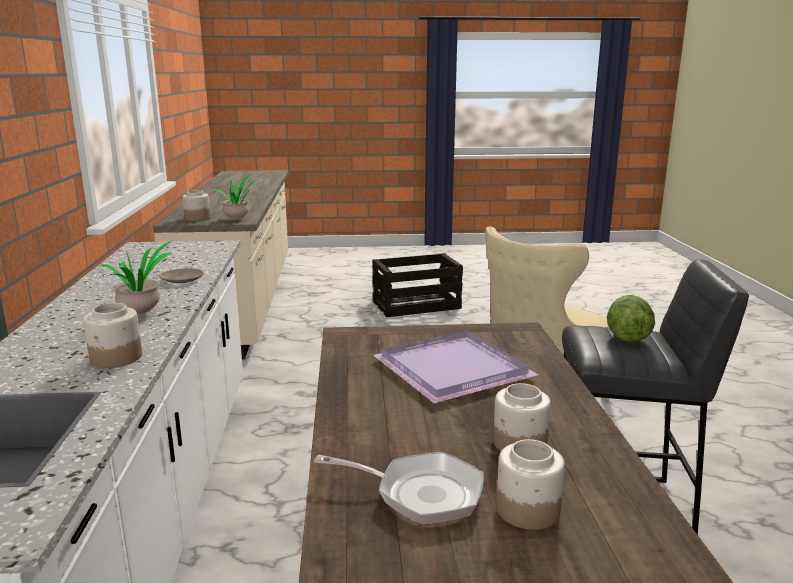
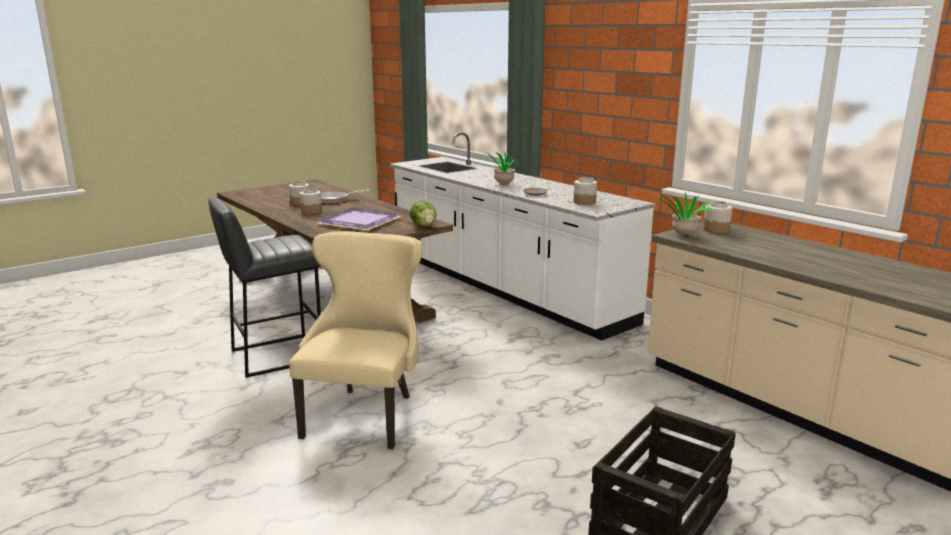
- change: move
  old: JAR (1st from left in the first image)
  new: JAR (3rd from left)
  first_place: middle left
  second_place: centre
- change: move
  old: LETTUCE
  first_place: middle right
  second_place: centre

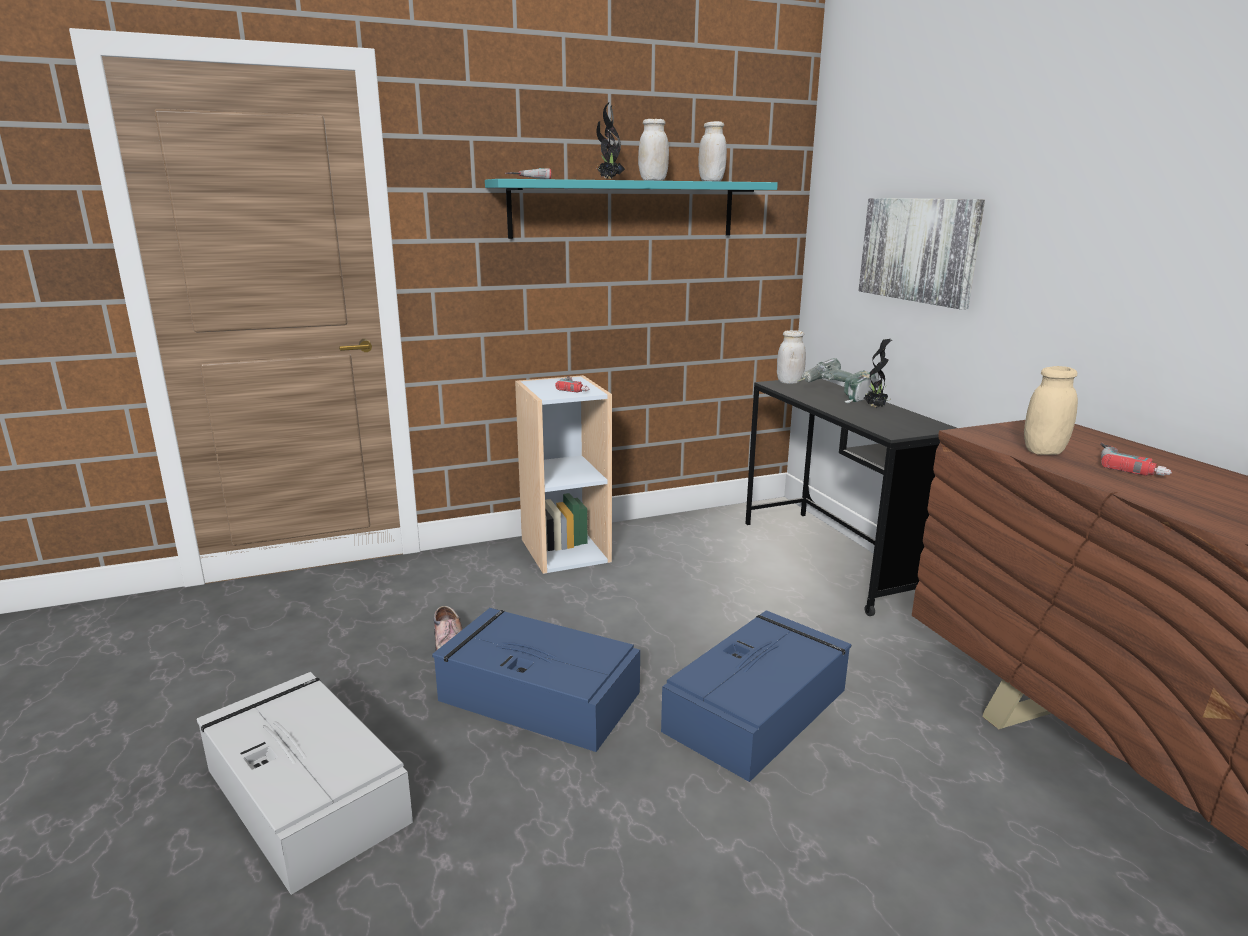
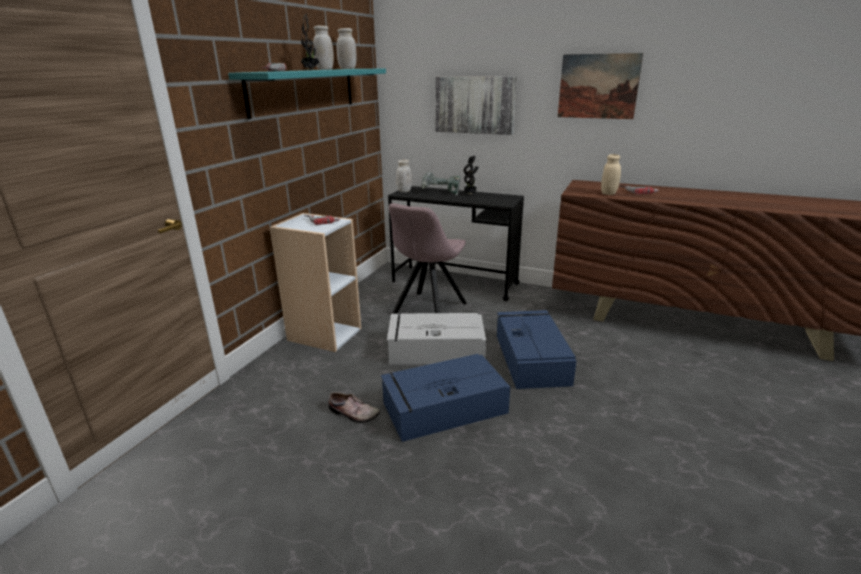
- change: move
  old: GREY STORAGE BOX
  first_place: bottom left
  second_place: centre
- change: insert
  new: PINK CHAIR
  second_place: centre
- change: insert
  new: PICTURE (2nd from left)
  second_place: top right

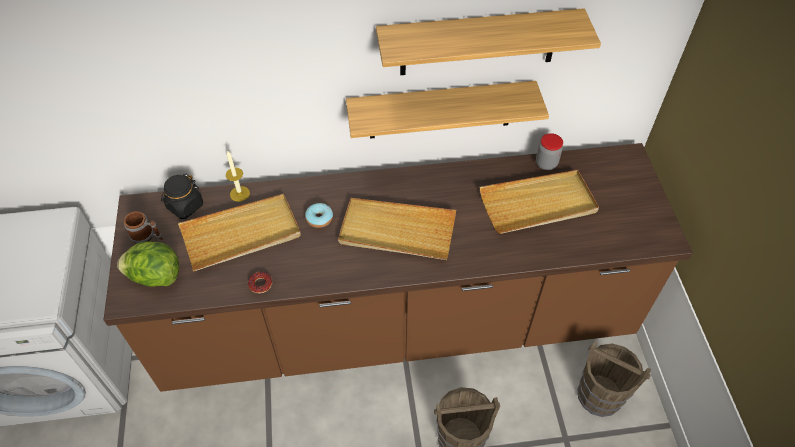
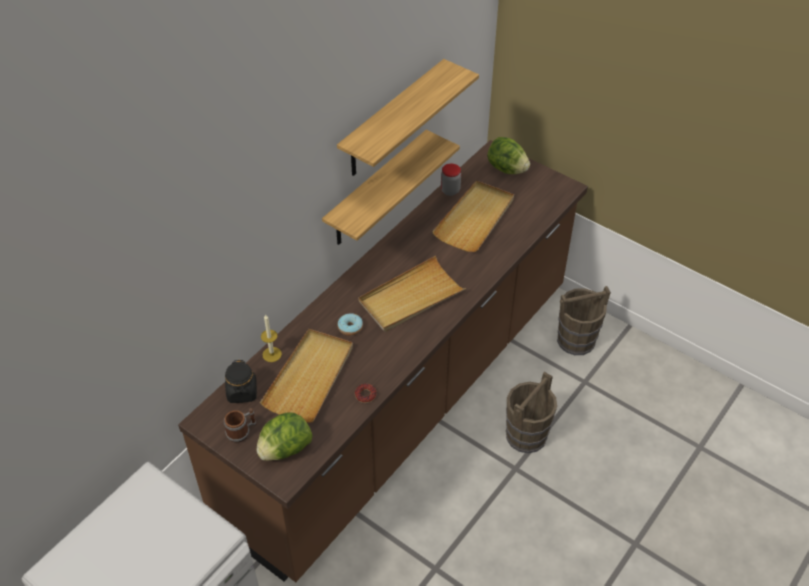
- change: insert
  new: LETTUCE (2nd from left)
  second_place: top centre

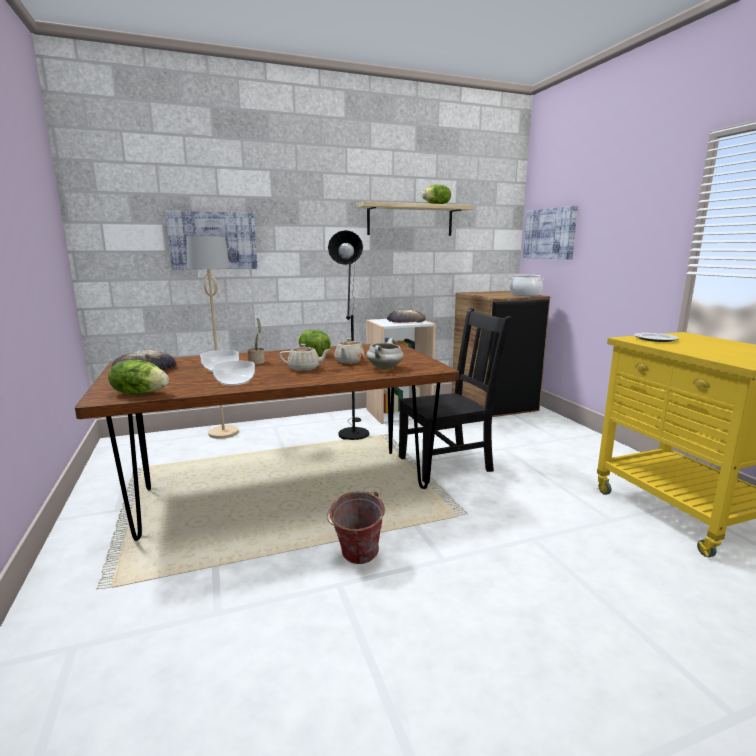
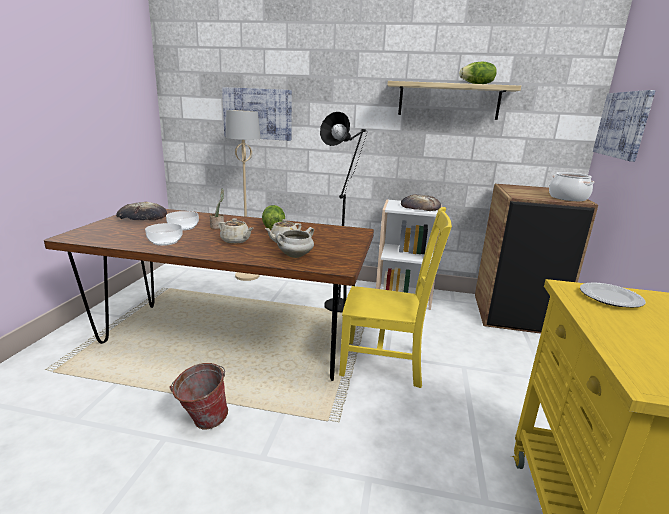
- change: delete
  old: LETTUCE (1st from left)
  first_place: middle left
- change: recolor
  old: BLACK CHAIR
  new: YELLOW CHAIR
  first_place: centre
  second_place: centre

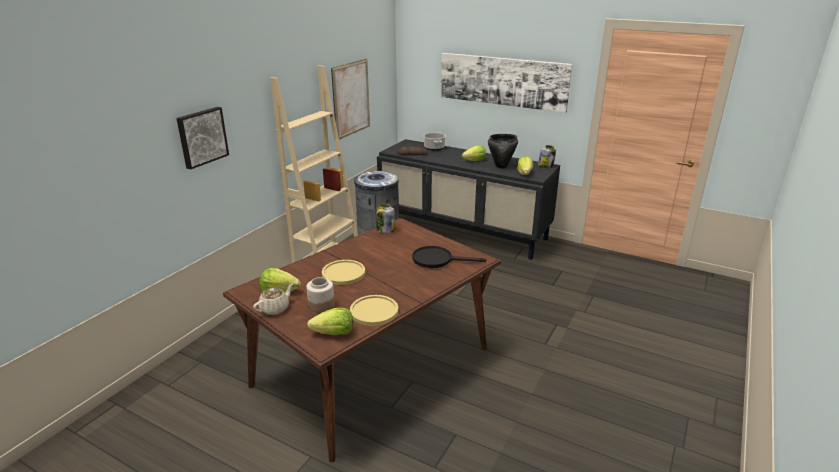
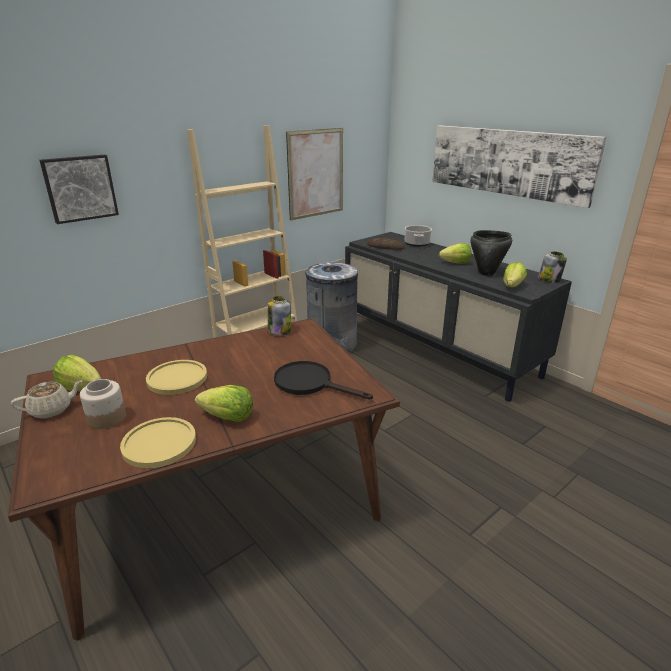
- change: move
  old: LETTUCE (2nd from left)
  first_place: bottom centre
  second_place: centre

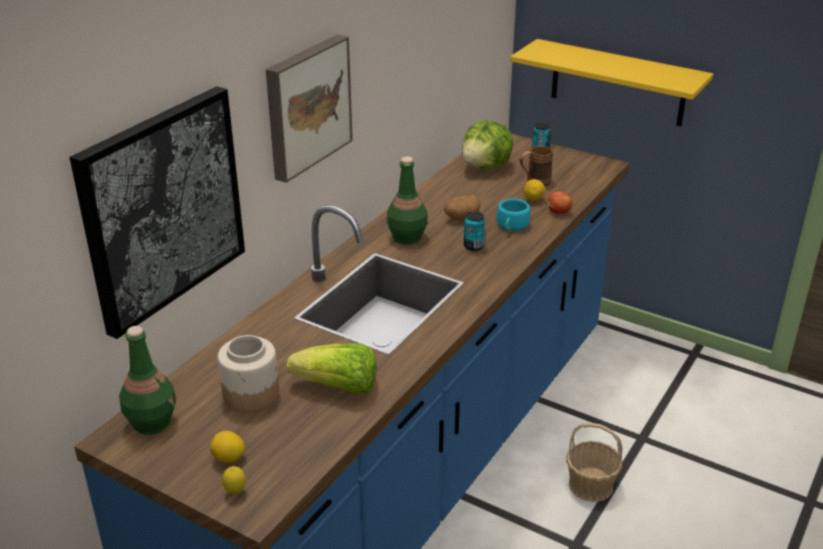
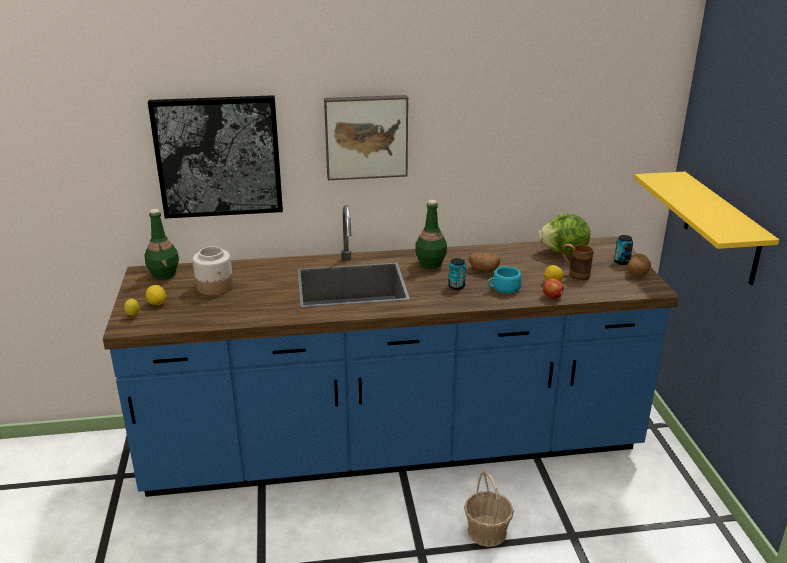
- change: delete
  old: LETTUCE (1st from left)
  first_place: bottom centre
- change: insert
  new: POTATO (2nd from left)
  second_place: middle right

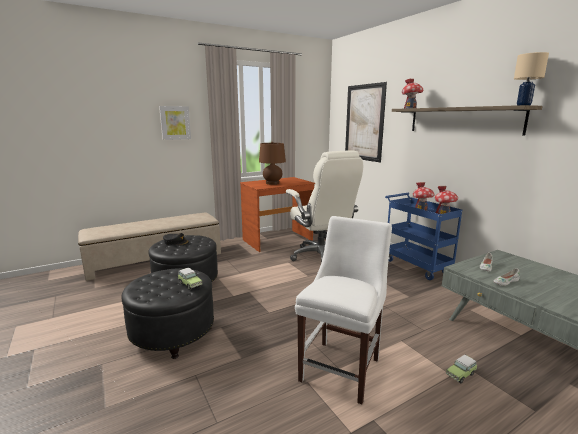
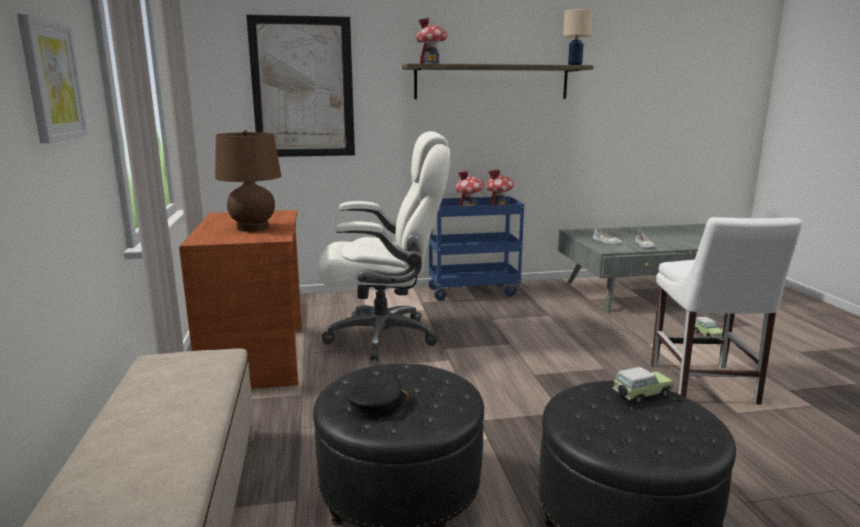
- change: rotate
  old: WHITE CHAIR
  first_place: bottom centre
  second_place: middle right
  degrees: -135

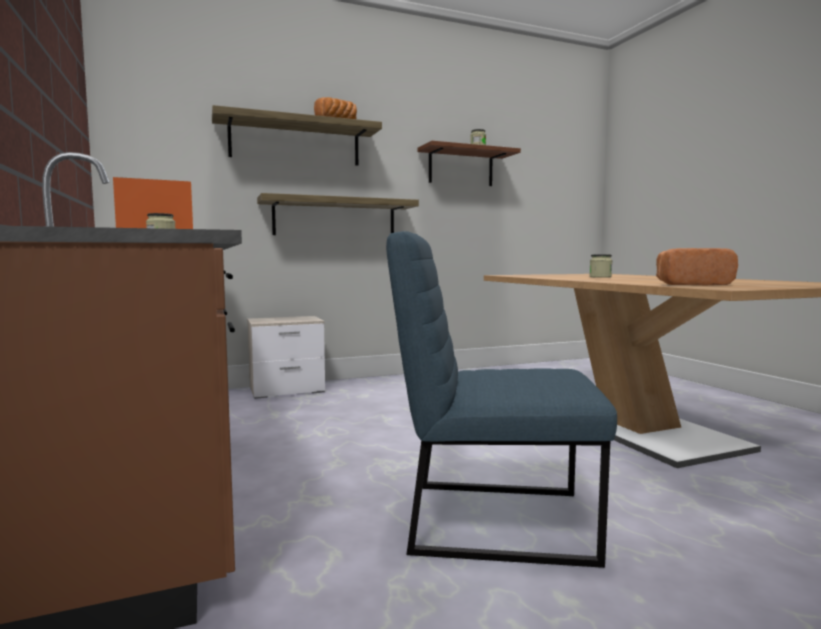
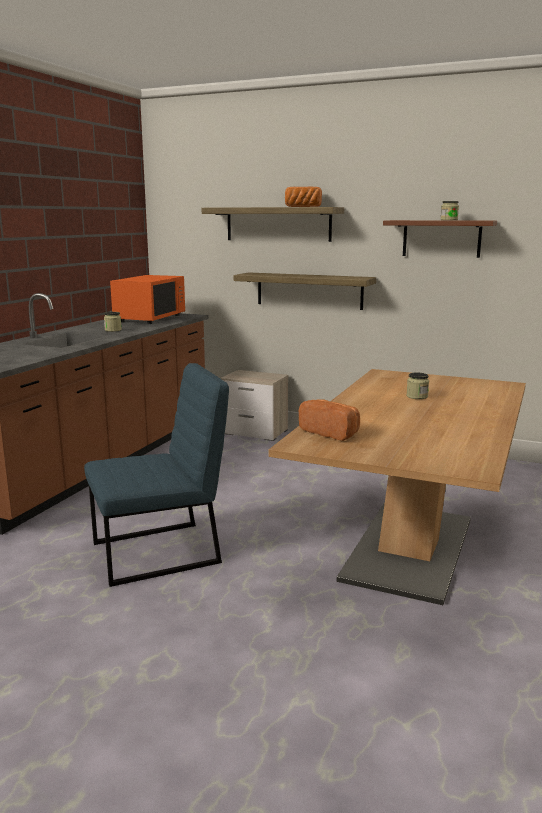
- change: rotate
  old: BLUE CHAIR
  first_place: centre
  second_place: middle left
  degrees: 105

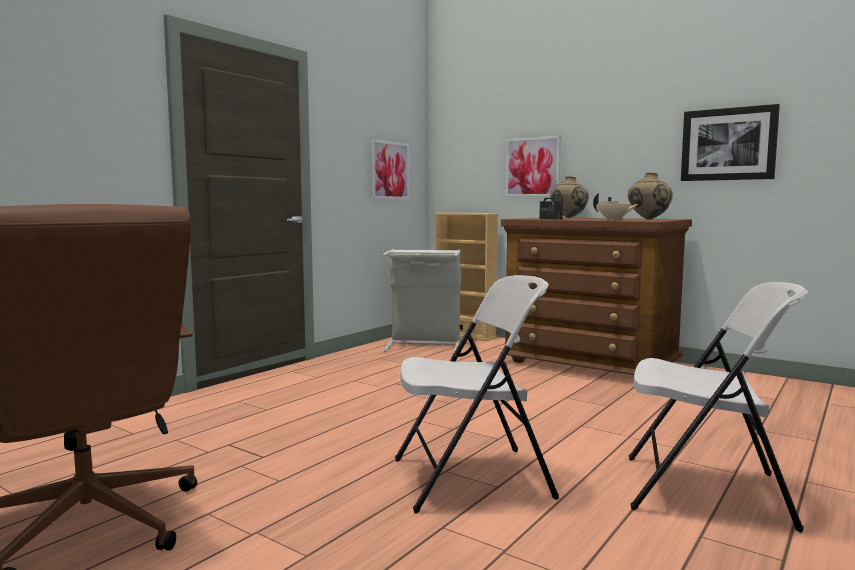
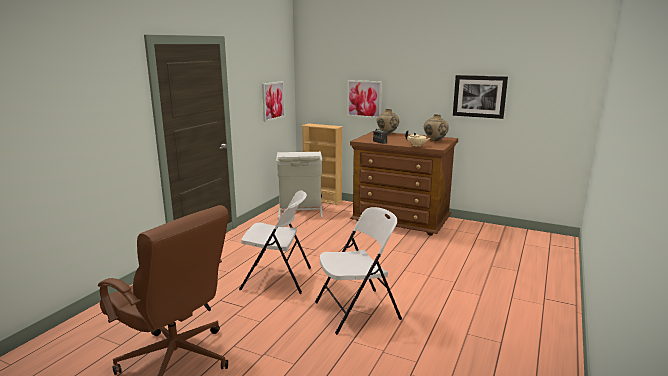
- change: move
  old: WHITE CHAIR (2nd from left in the first image)
  new: WHITE CHAIR (1st from left)
  first_place: bottom right
  second_place: centre

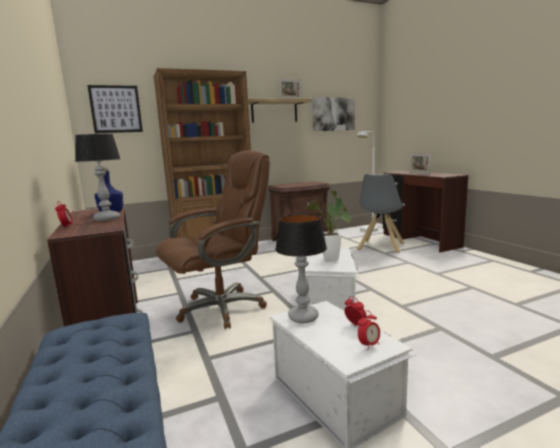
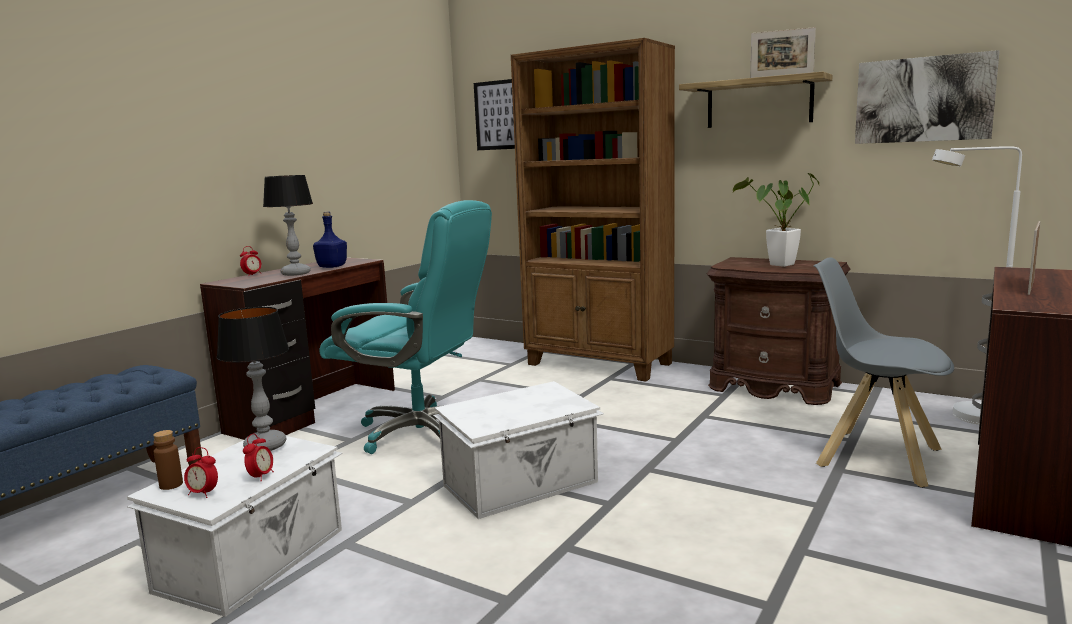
- change: recolor
  old: BROWN OFFICE CHAIR
  new: TURQUOISE OFFICE CHAIR
  first_place: centre
  second_place: centre
- change: move
  old: POTTED PLANT
  first_place: centre
  second_place: middle right
- change: rotate
  old: GREY CHAIR
  first_place: middle right
  second_place: middle right
  degrees: 45
- change: insert
  new: BROWN BOTTLE
  second_place: bottom left

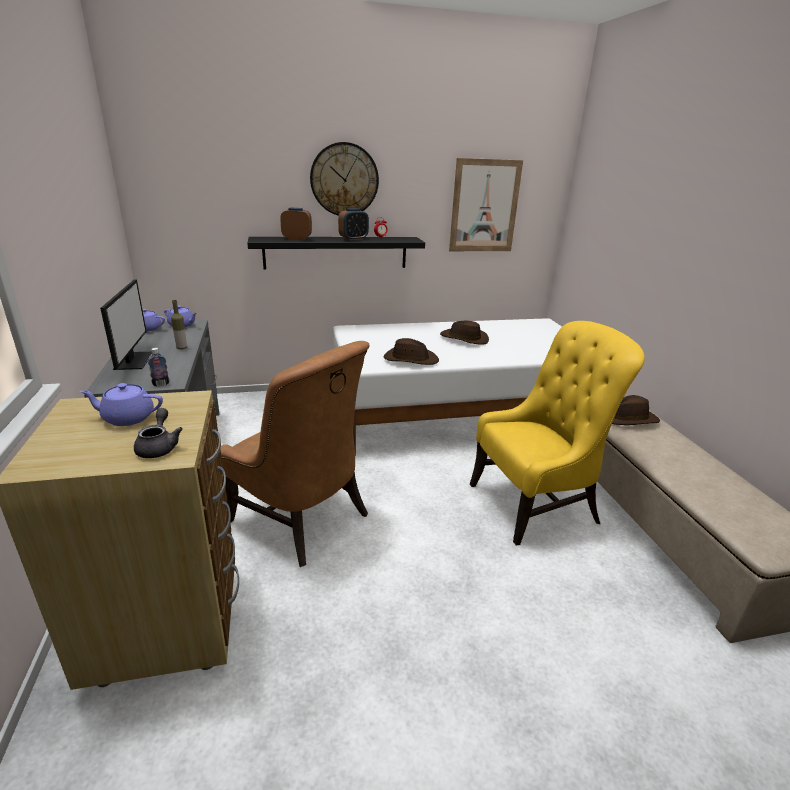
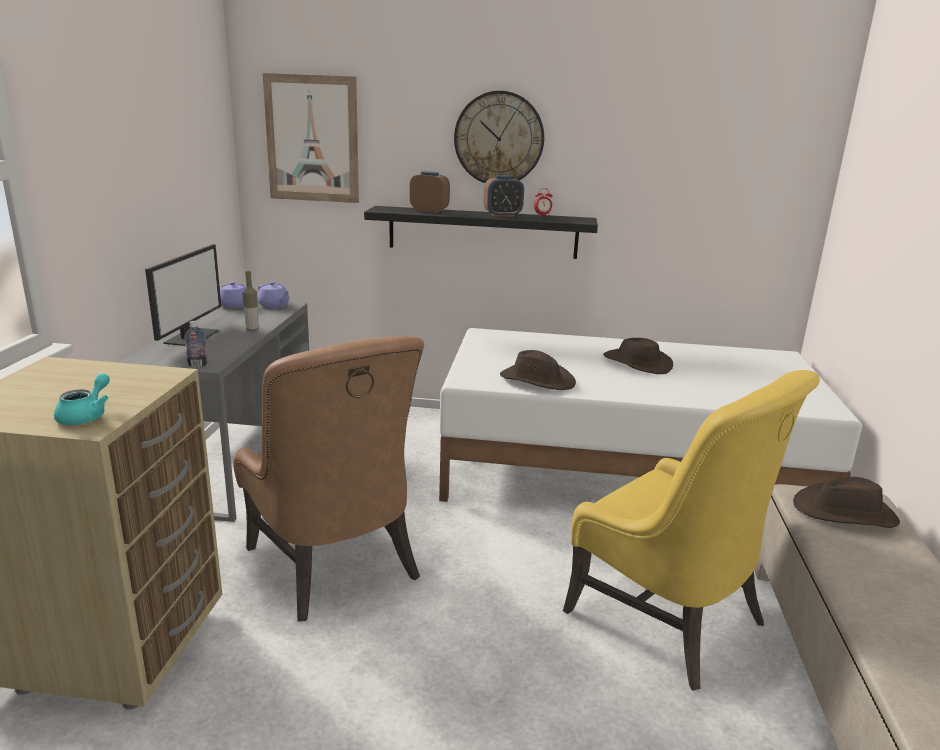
- change: delete
  old: PURPLE TEAPOT (1st from left)
  first_place: middle left
- change: recolor
  old: GREY TEAPOT
  new: TURQUOISE TEAPOT
  first_place: middle left
  second_place: middle left
- change: move
  old: PICTURE
  first_place: top centre
  second_place: top left
- change: rotate
  old: YELLOW CHAIR
  first_place: middle right
  second_place: bottom right
  degrees: 45

